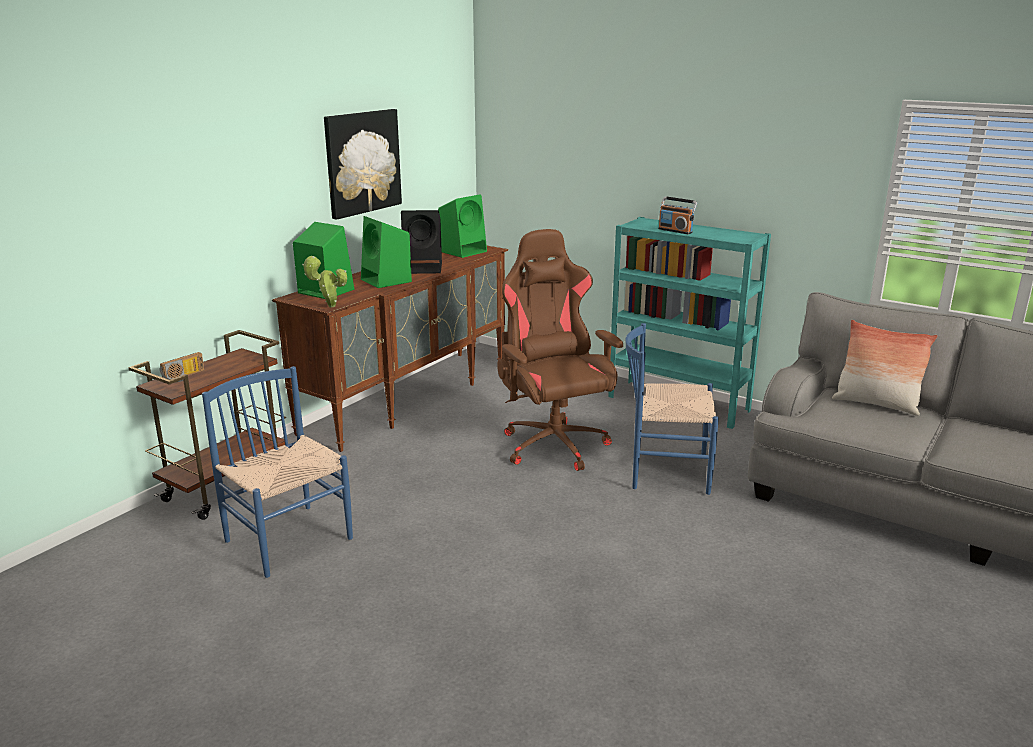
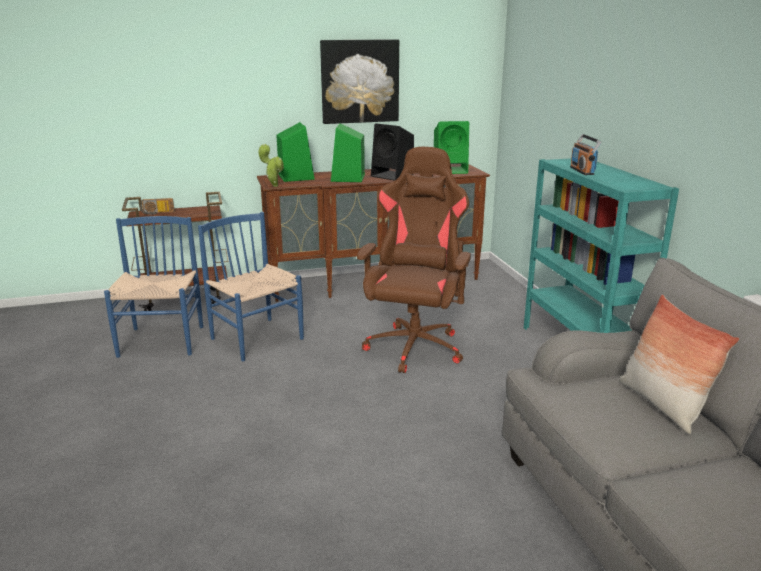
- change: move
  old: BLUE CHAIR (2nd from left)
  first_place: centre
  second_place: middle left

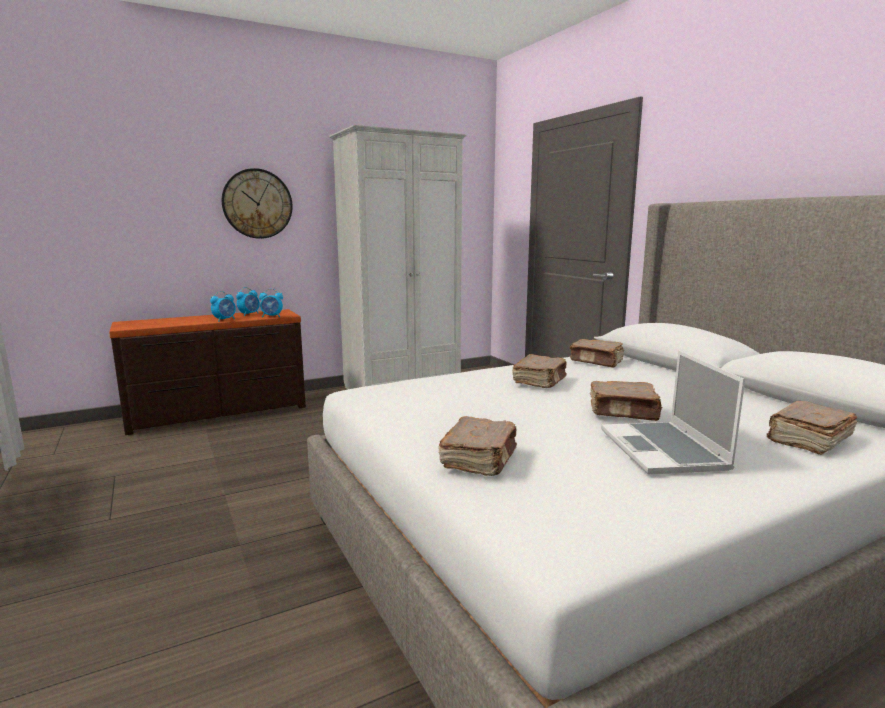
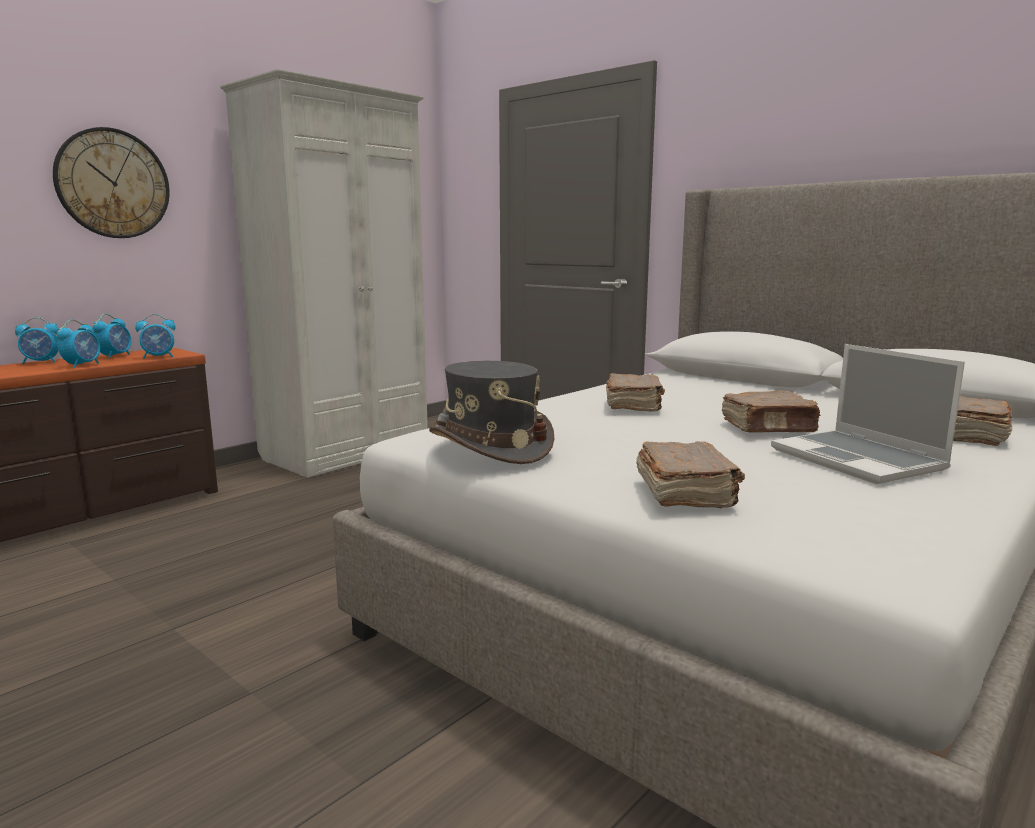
- change: delete
  old: BROWN BOOK (3rd from left)
  first_place: middle right
- change: insert
  new: ALARM CLOCK (1st from left)
  second_place: middle left
- change: insert
  new: GREY HAT
  second_place: centre

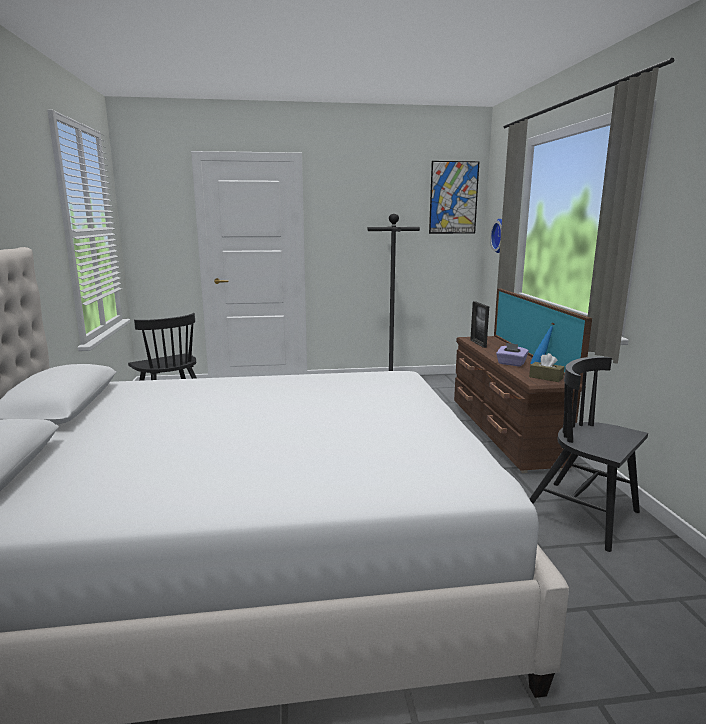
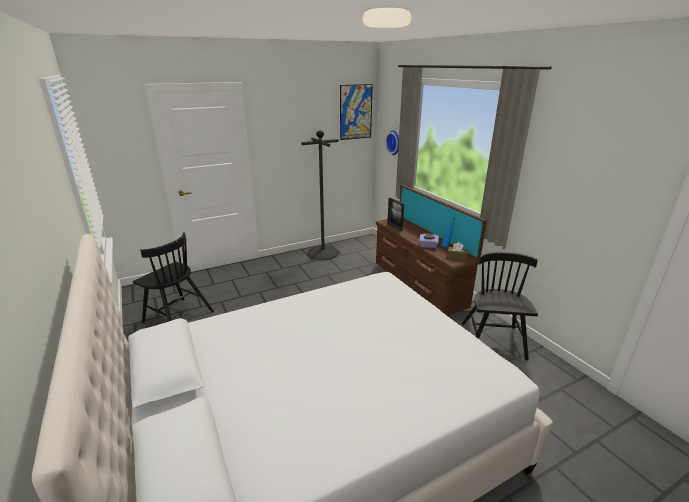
- change: rotate
  old: BLACK CHAIR (2nd from left)
  first_place: middle right
  second_place: middle right
  degrees: 75

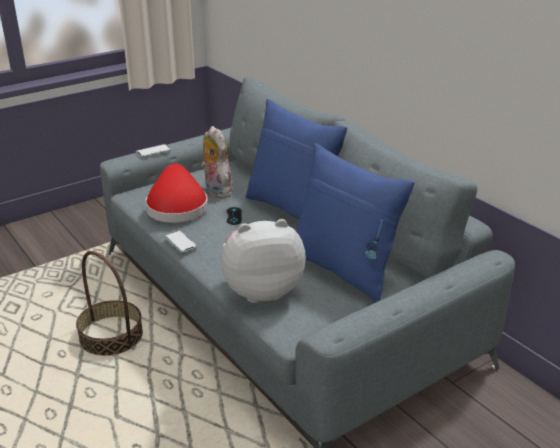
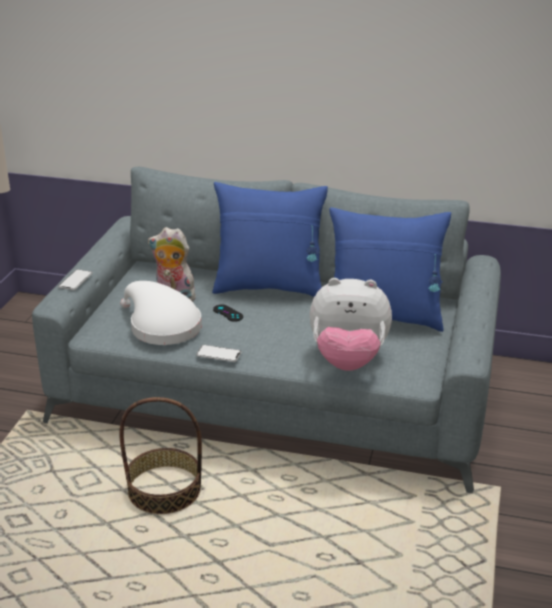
- change: recolor
  old: RED HAT
  new: WHITE HAT
  first_place: middle left
  second_place: middle left
- change: rotate
  old: PLUSH TOY (2nd from left)
  first_place: centre
  second_place: centre
  degrees: -120

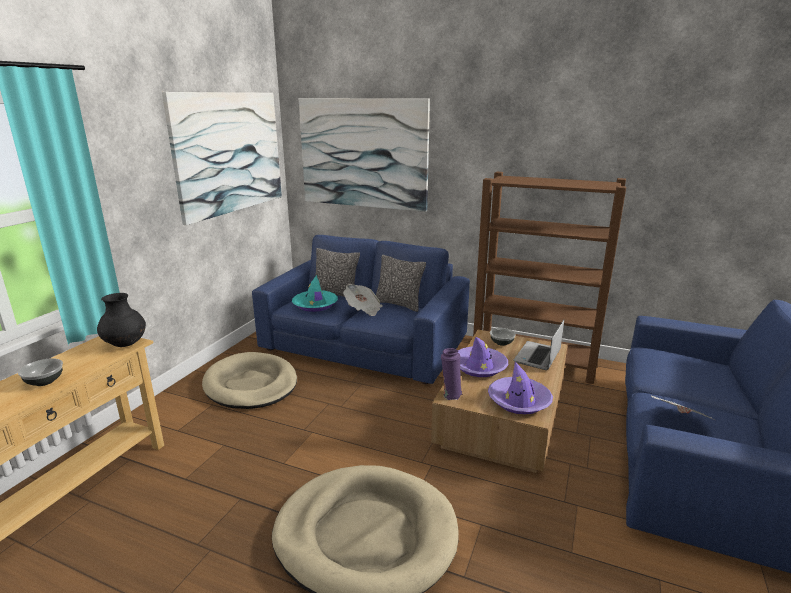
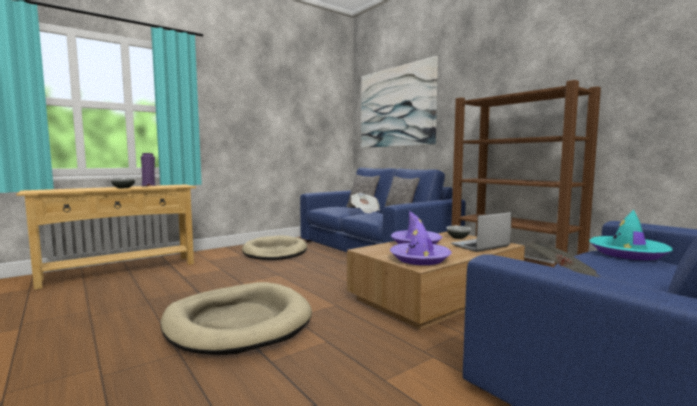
- change: delete
  old: BLACK VASE
  first_place: middle left
- change: delete
  old: PICTURE (1st from left)
  first_place: top left
- change: move
  old: TURQUOISE HAT
  first_place: centre
  second_place: middle right
- change: move
  old: PURPLE VASE
  first_place: centre
  second_place: middle left

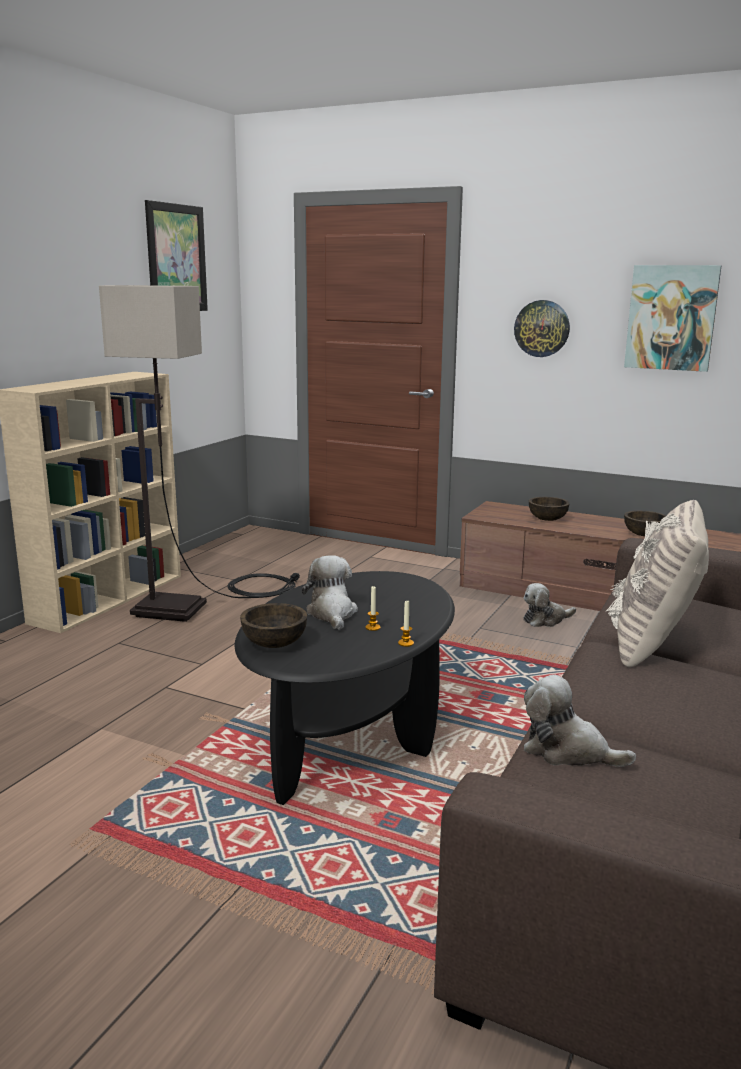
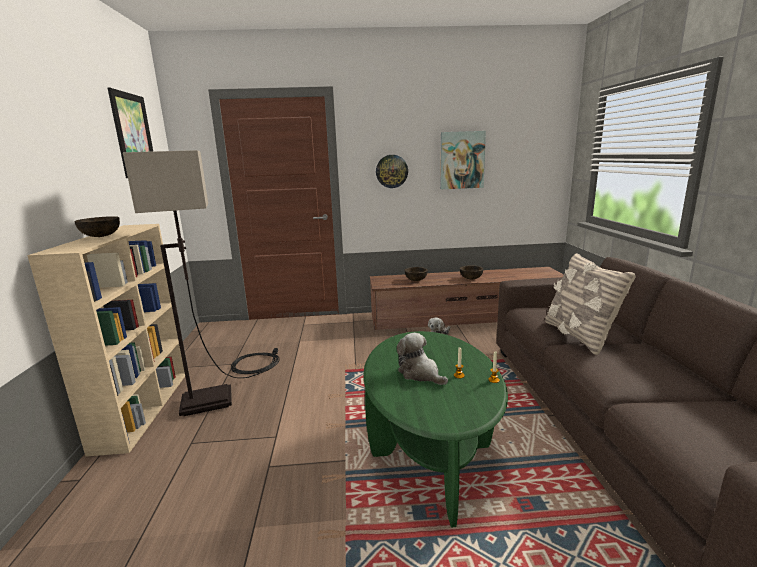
- change: recolor
  old: BLACK COFFEE TABLE
  new: GREEN COFFEE TABLE
  first_place: centre
  second_place: bottom centre
- change: move
  old: BROWN BOWL (1st from left)
  first_place: centre
  second_place: middle left
- change: delete
  old: PLUSH TOY (3rd from left)
  first_place: bottom right

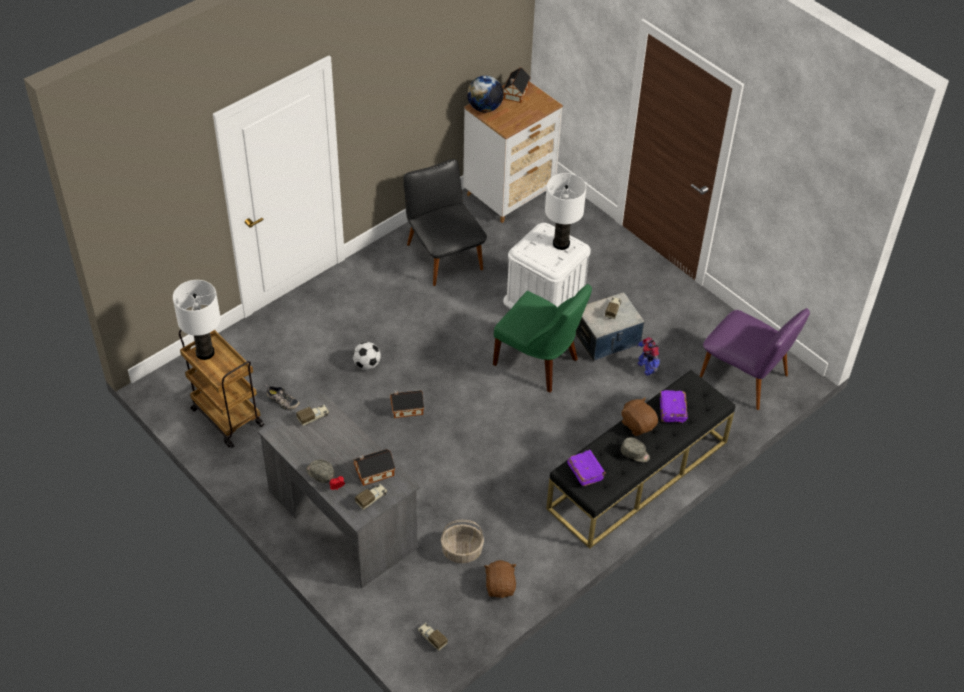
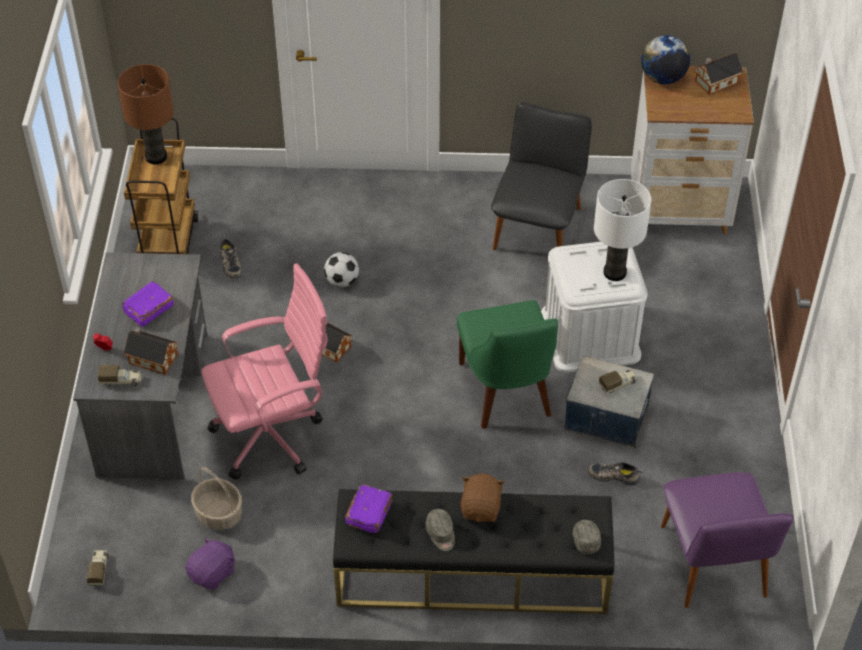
- change: recolor
  old: WHITE TABLE LAMP (1st from left)
  new: BROWN TABLE LAMP
  first_place: middle left
  second_place: top left
- change: delete
  old: TOY TRUCK (1st from left)
  first_place: middle left
- change: move
  old: GREY CAP (1st from left in the first image)
  new: GREY CAP (2nd from left)
  first_place: bottom left
  second_place: bottom right
- change: recolor
  old: BROWN PLUSH TOY (1st from left)
  new: PURPLE PLUSH TOY
  first_place: bottom centre
  second_place: bottom left
- change: replace
  old: TOY ROBOT
  new: SHOE (2nd from left)
  first_place: middle right
  second_place: bottom right
- change: move
  old: PURPLE BOOK (2nd from left in the first image)
  new: PURPLE BOOK (1st from left)
  first_place: middle right
  second_place: middle left
- change: insert
  new: PINK OFFICE CHAIR
  second_place: middle left

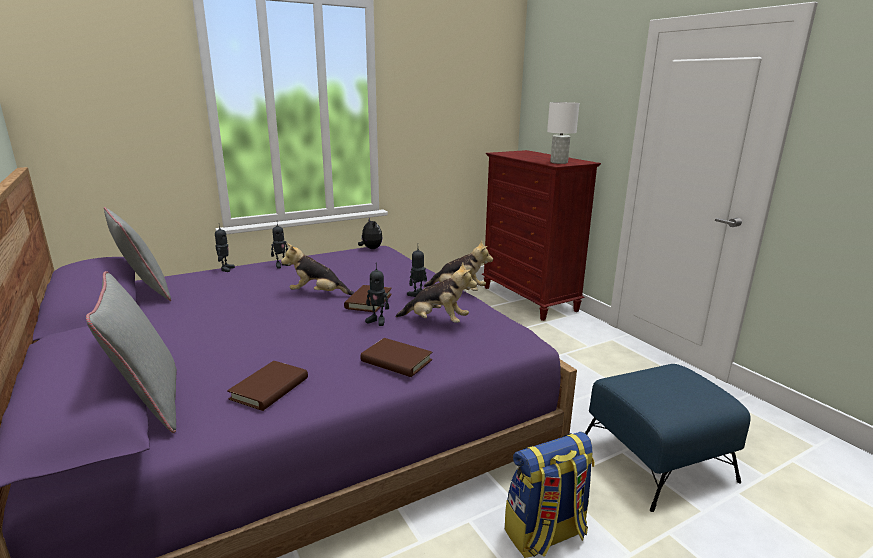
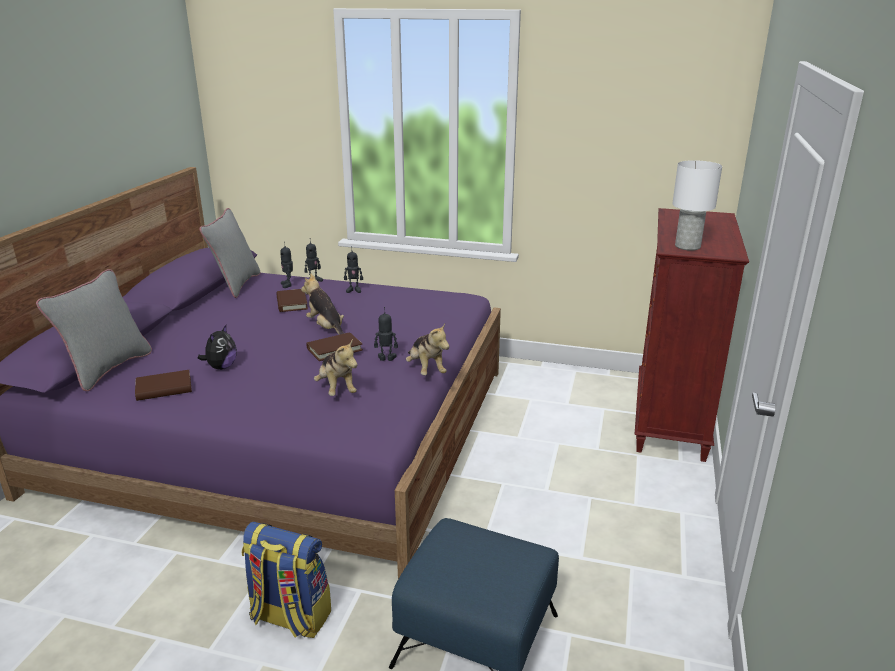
- change: move
  old: PLUSH TOY (2nd from left in the first image)
  new: PLUSH TOY (1st from left)
  first_place: centre
  second_place: middle left
- change: move
  old: BROWN BOOK (3rd from left in the first image)
  new: BROWN BOOK (2nd from left)
  first_place: centre
  second_place: middle left
- change: move
  old: TOY ROBOT (3rd from left in the first image)
  new: TOY ROBOT (1st from left)
  first_place: centre
  second_place: middle left

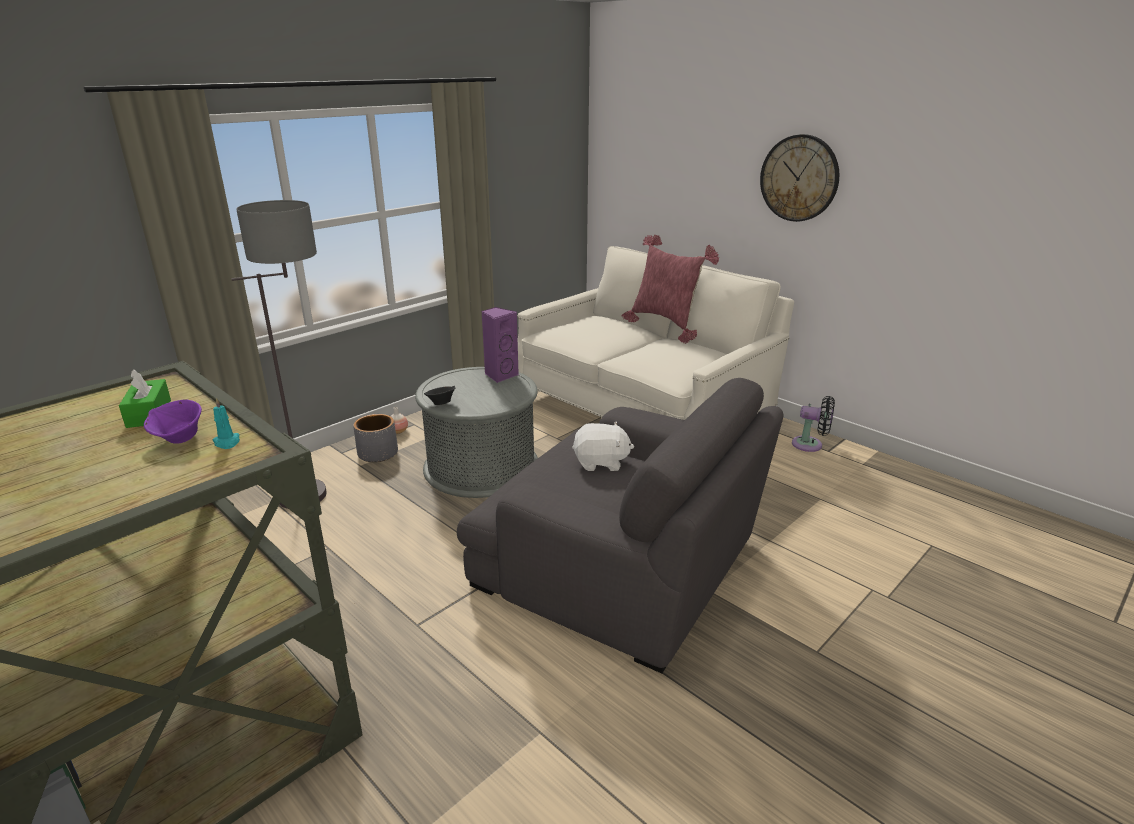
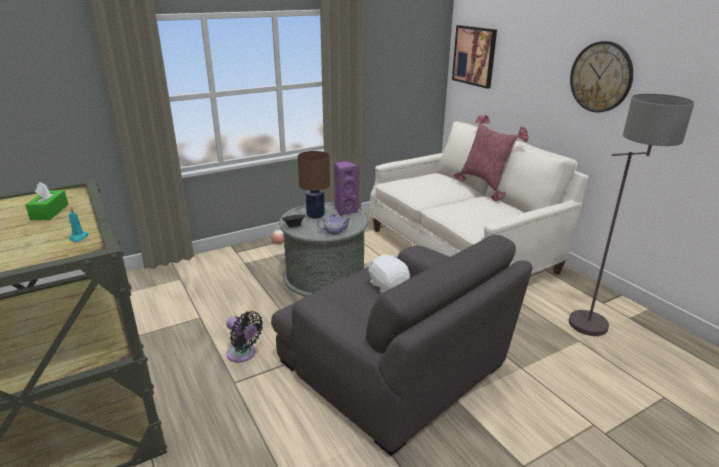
- change: delete
  old: PURPLE BOWL
  first_place: middle left
- change: move
  old: GREY FLOOR LAMP
  first_place: middle left
  second_place: middle right
- change: delete
  old: GREY PLANTER
  first_place: middle left
- change: rotate
  old: WHITE PLUSH TOY
  first_place: centre
  second_place: centre
  degrees: -135
- change: move
  old: BLACK FAN
  first_place: middle right
  second_place: bottom centre
- change: insert
  new: BROWN TABLE LAMP
  second_place: centre
- change: insert
  new: TEAPOT
  second_place: centre
- change: insert
  new: PICTURE
  second_place: top centre

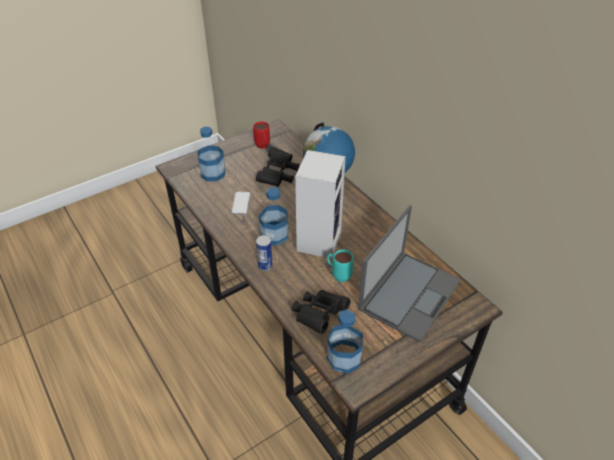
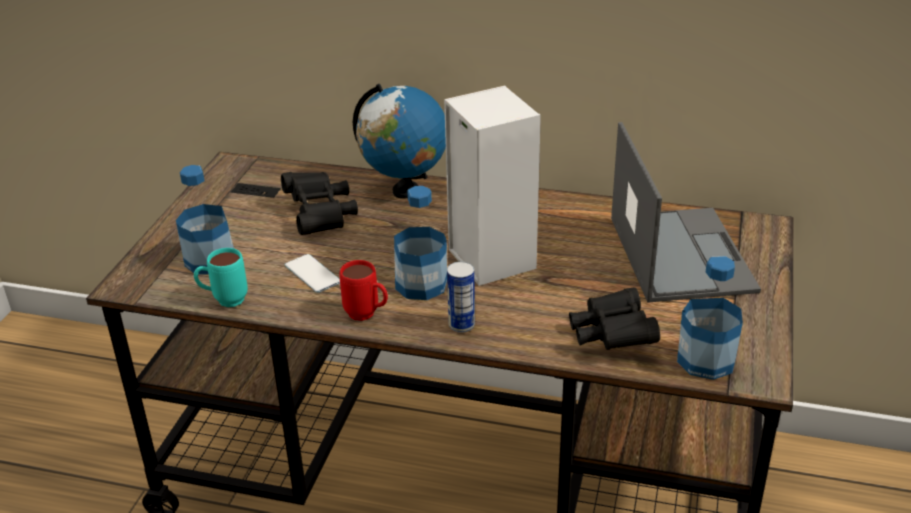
- change: move
  old: RED MUG
  first_place: top centre
  second_place: centre
- change: move
  old: TURQUOISE MUG
  first_place: centre
  second_place: middle left

